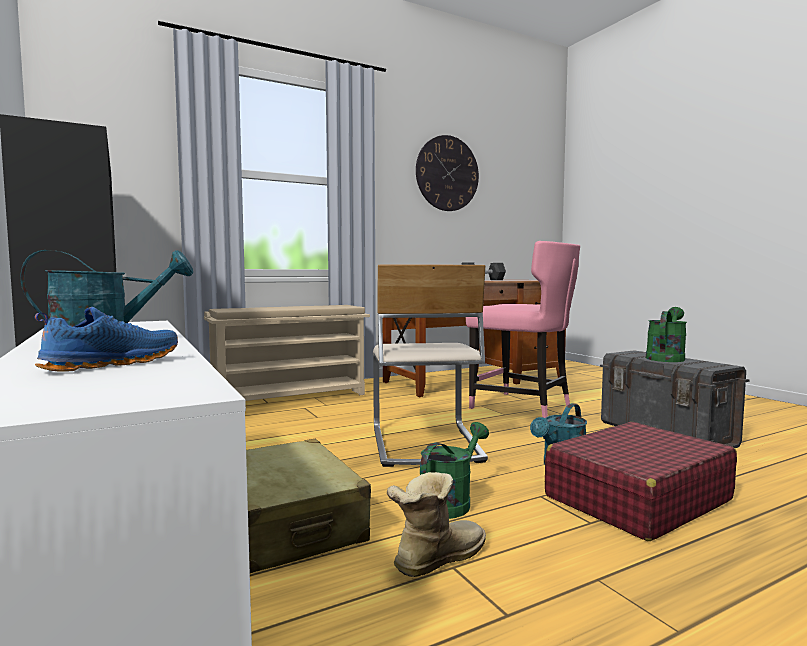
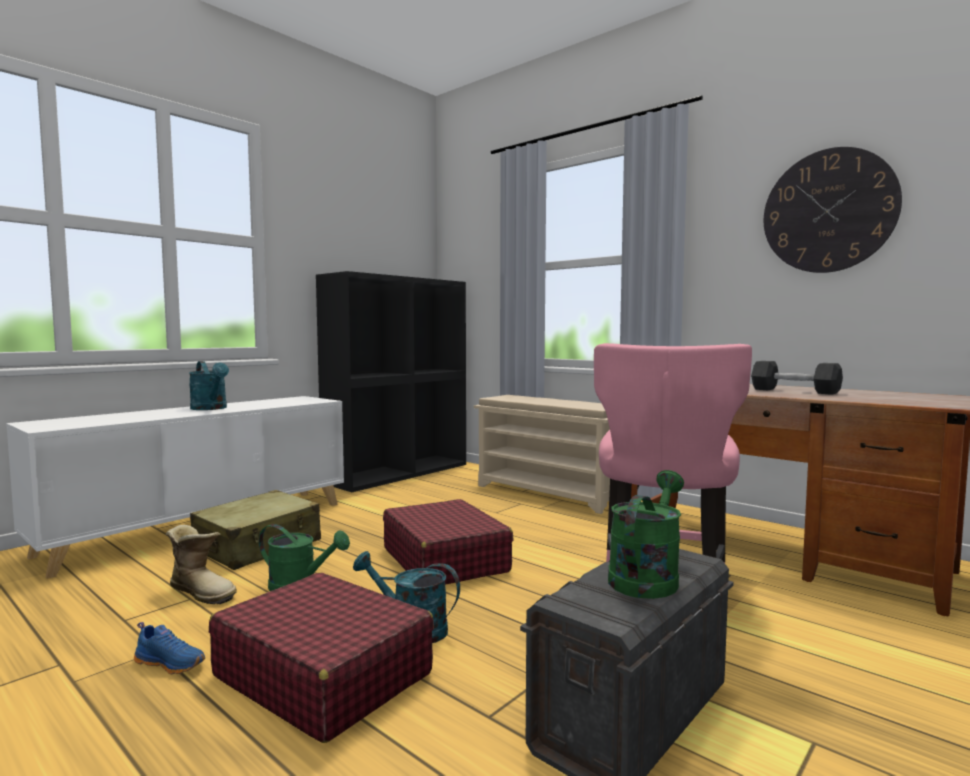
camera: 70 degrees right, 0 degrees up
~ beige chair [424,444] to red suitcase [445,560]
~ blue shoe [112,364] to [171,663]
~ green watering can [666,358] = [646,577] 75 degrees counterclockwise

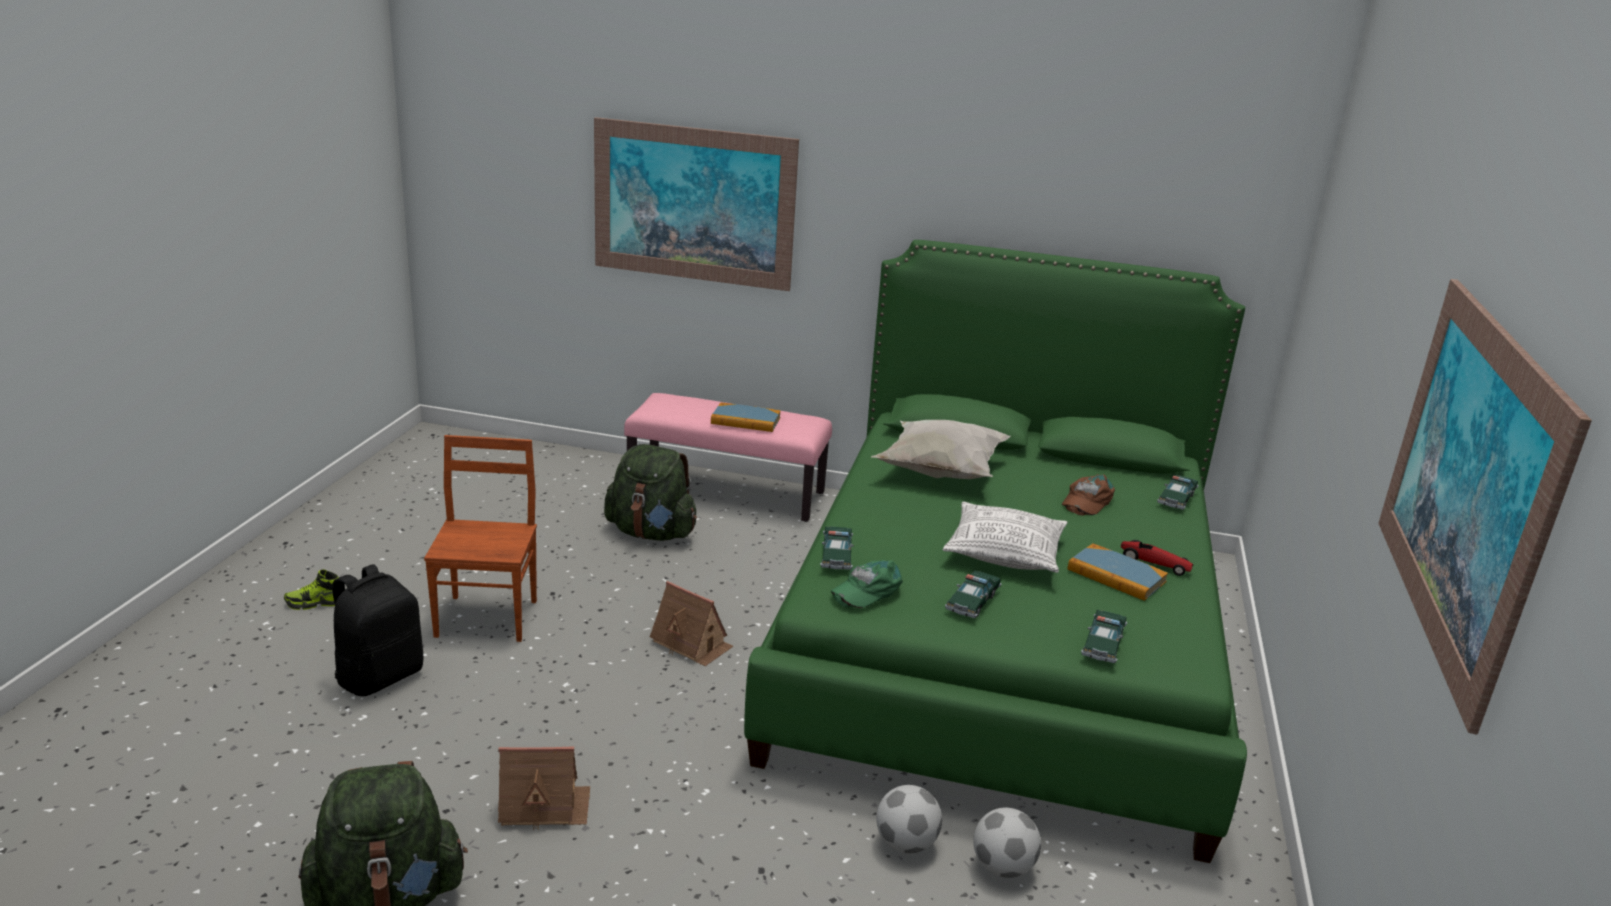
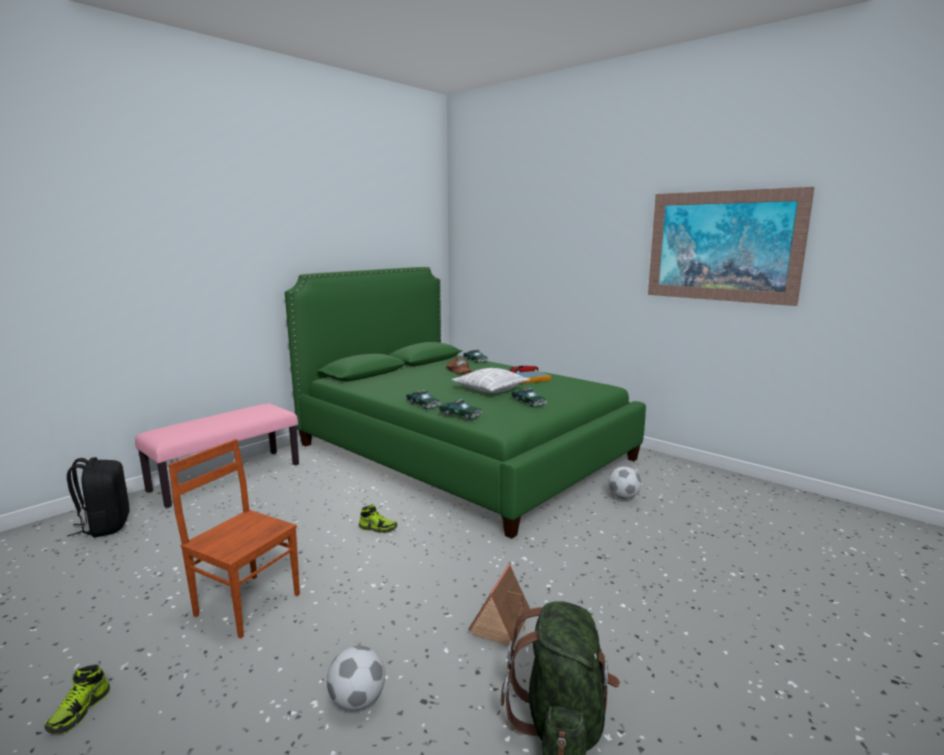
camera: 60 degrees left, 10 degrees down
- picture [693,204]
- book [745,420]
- white pillow [939,473]
- green backpack [651,533]
- green cap [866,589]
~ black backpack [380,676] to [105,526]
~ toy house [691,643] to shoe [378,528]
~ toy car [1103,644] to [423,404]
~ football [905,844] to [357,701]

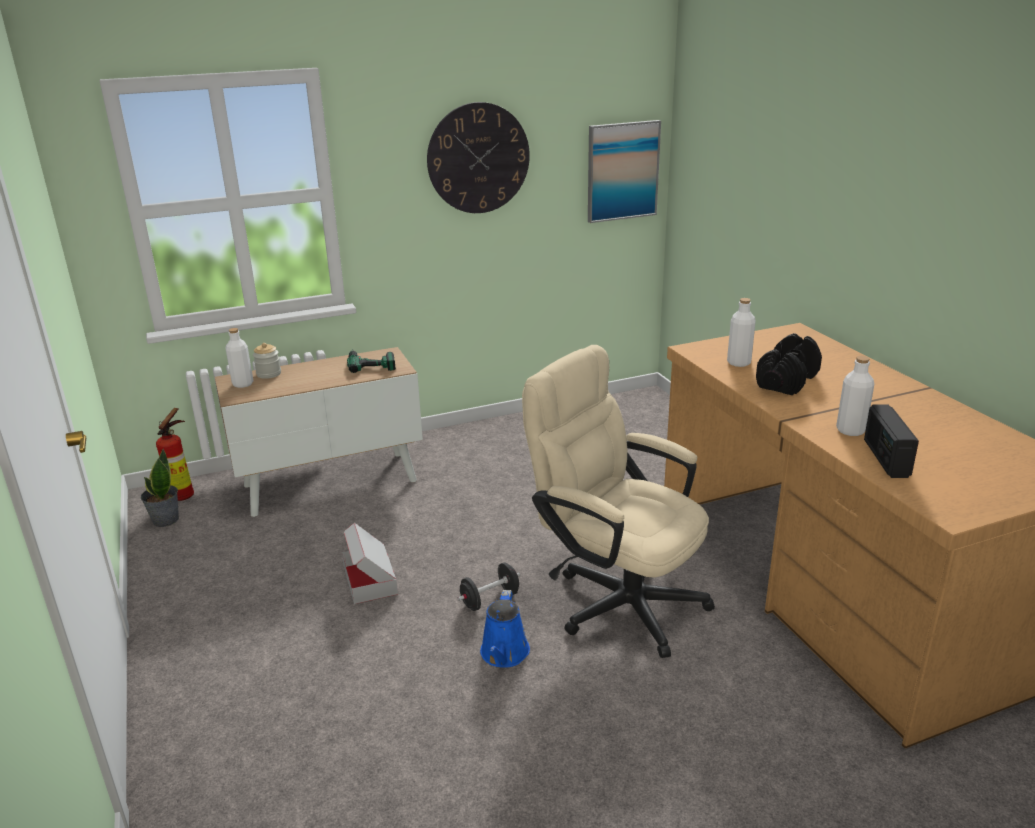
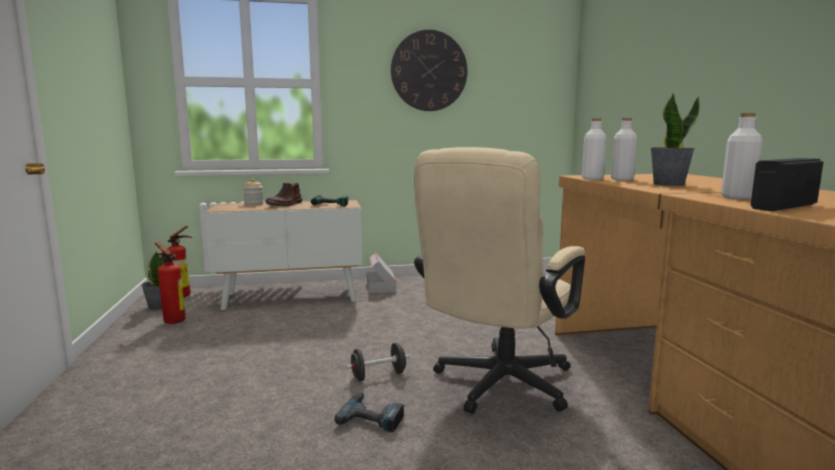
camera: 10 degrees right, 15 degrees down
- picture [622,171]
~ white bottle [243,384] to [592,179]
~ black dumbbell [787,381] to potted plant [668,184]
~ beige office chair [616,598] = [497,387] 105 degrees counterclockwise
~ radio [885,458] = [783,206] 45 degrees clockwise
~ cardboard box [370,580] to [381,287]
~ blue watering can [504,654] to power drill [372,416]
+ brown boot [285,204]
+ fire extinguisher [173,320]

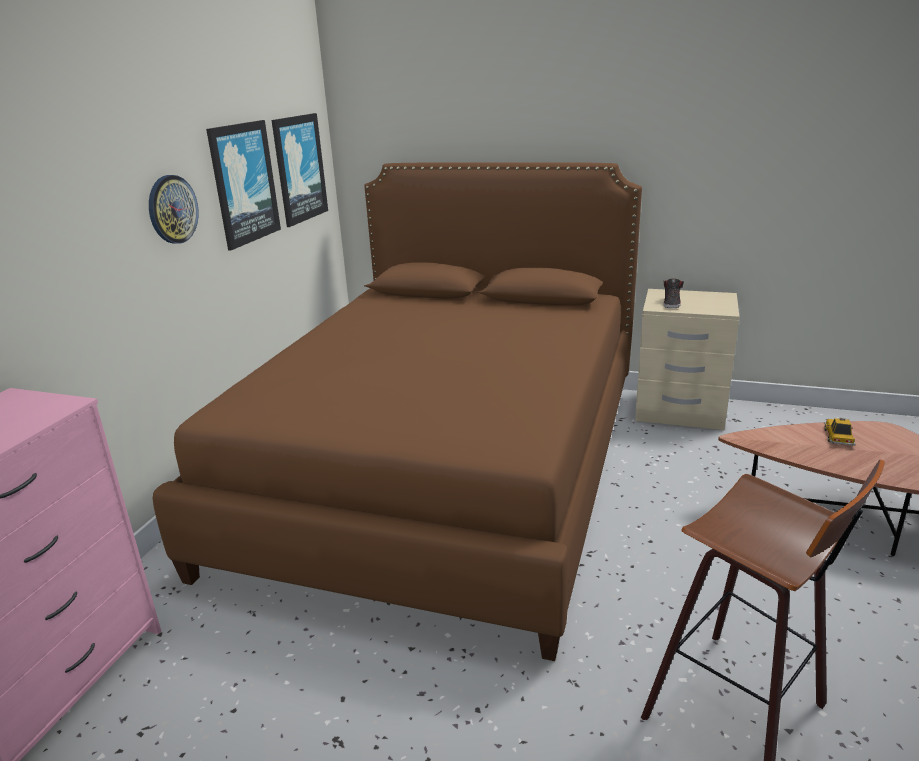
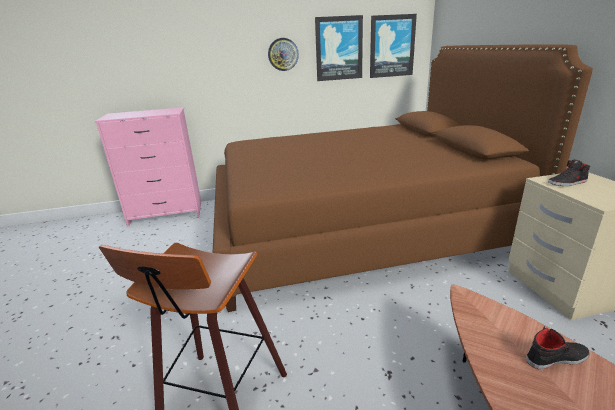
camera: 60 degrees right, 0 degrees up
~ toy car [838,437] to black shoe [556,357]

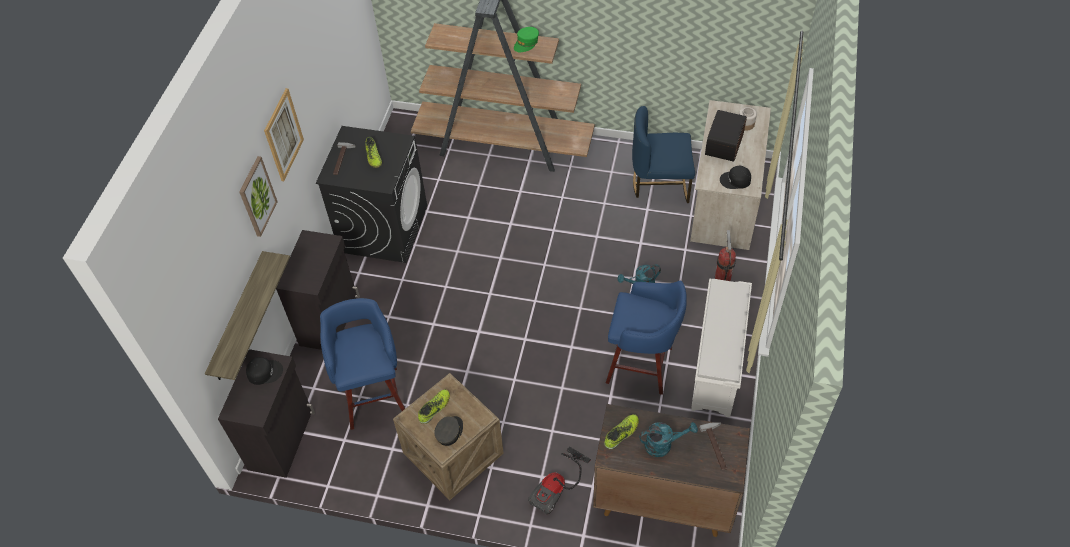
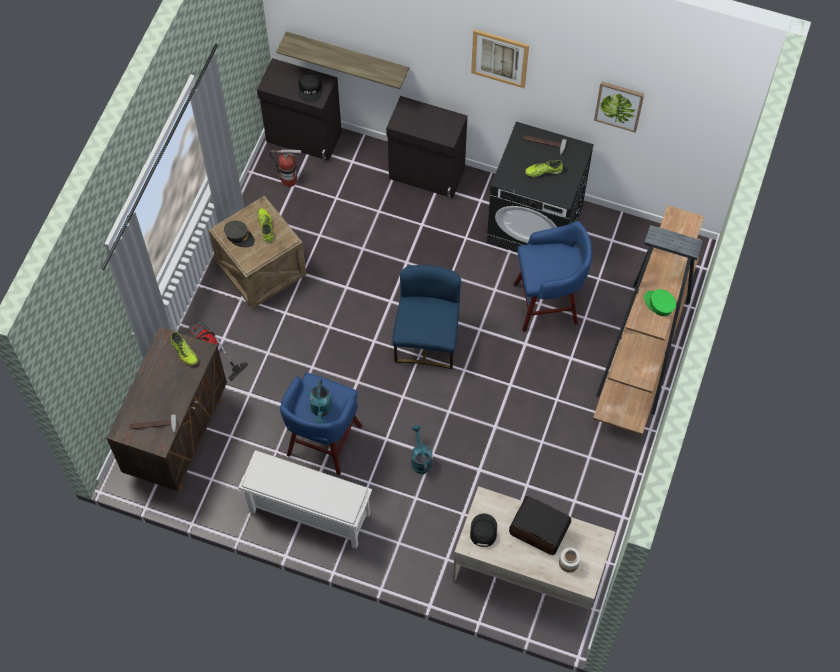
camera: 95 degrees right, 10 degrees up
~ blue chair [660,183] to [427,339]
~ picture [257,196] to [619,105]
~ fire extinguisher [722,277] to [289,180]
~ blue stool [373,395] to [548,303]
~ shoe [435,408] = [266,227] 150 degrees counterclockwise
~ turquoise watering can [663,444] to [321,410]

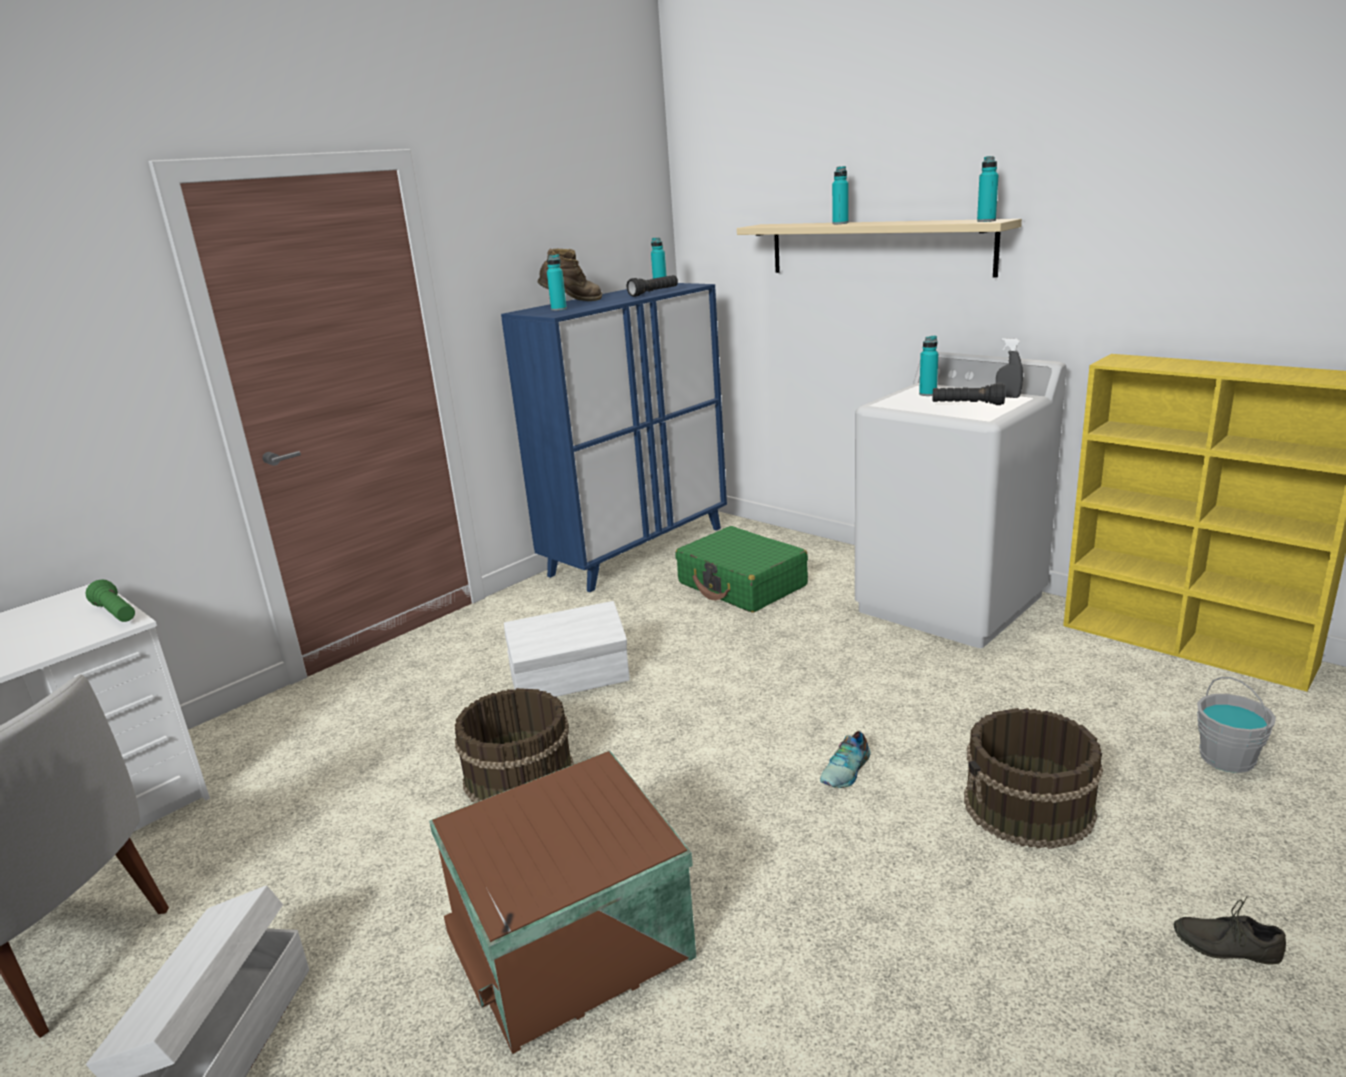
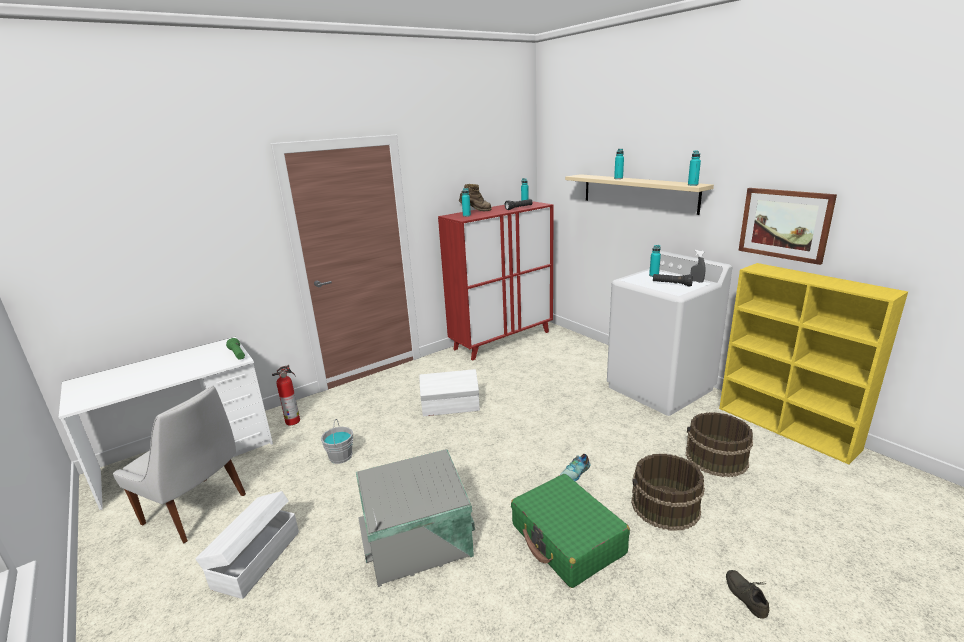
camera: 10 degrees right, 0 degrees up
~ blue cabinet [637,551] to red cabinet [502,340]
~ green suitcase [742,585] to [567,539]
~ grey bucket [1227,758] to [341,456]
~ brown bucket [518,776] to [716,458]
~ brown storage box [577,947] to grey storage box [419,542]
~ grey shoe [1225,944] = [747,596] 45 degrees clockwise
+ picture [784,224]
+ fire extinguisher [294,421]

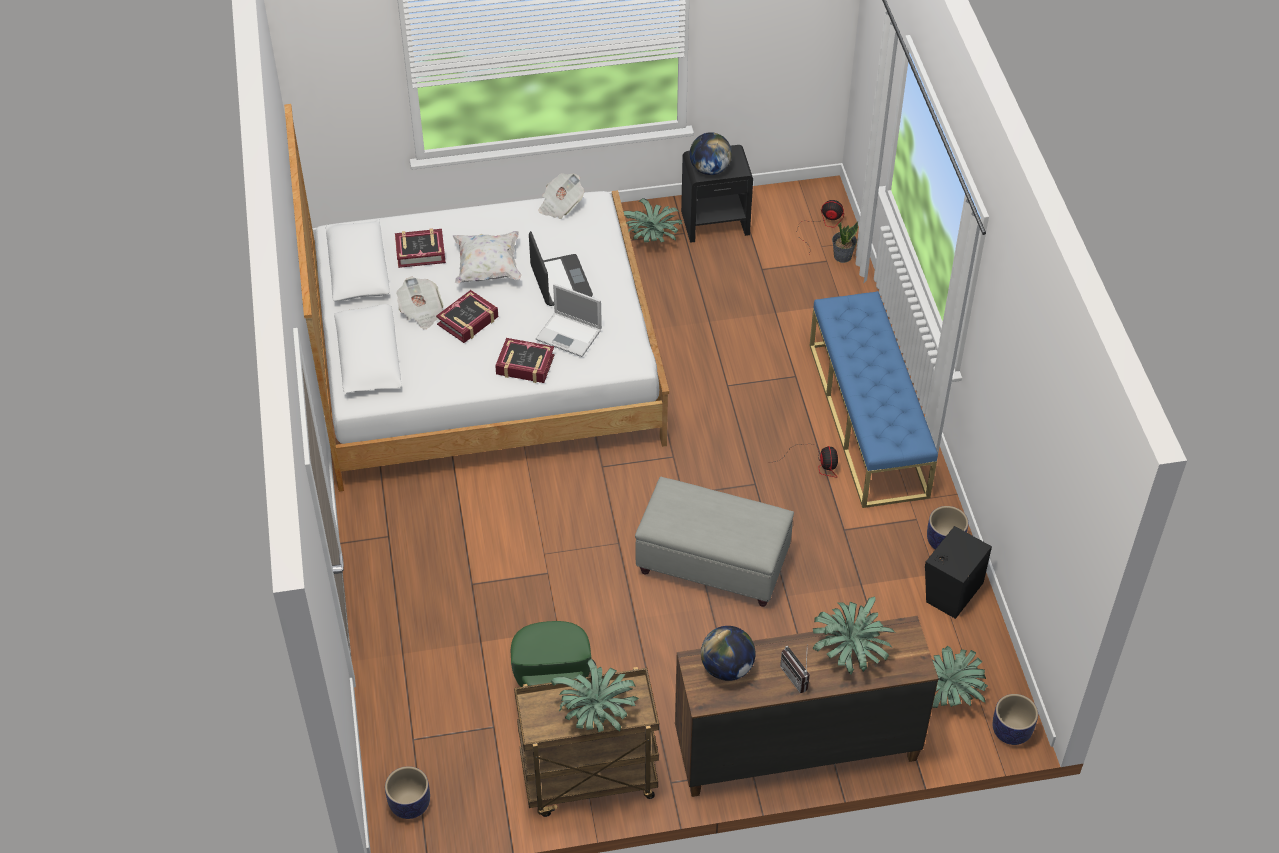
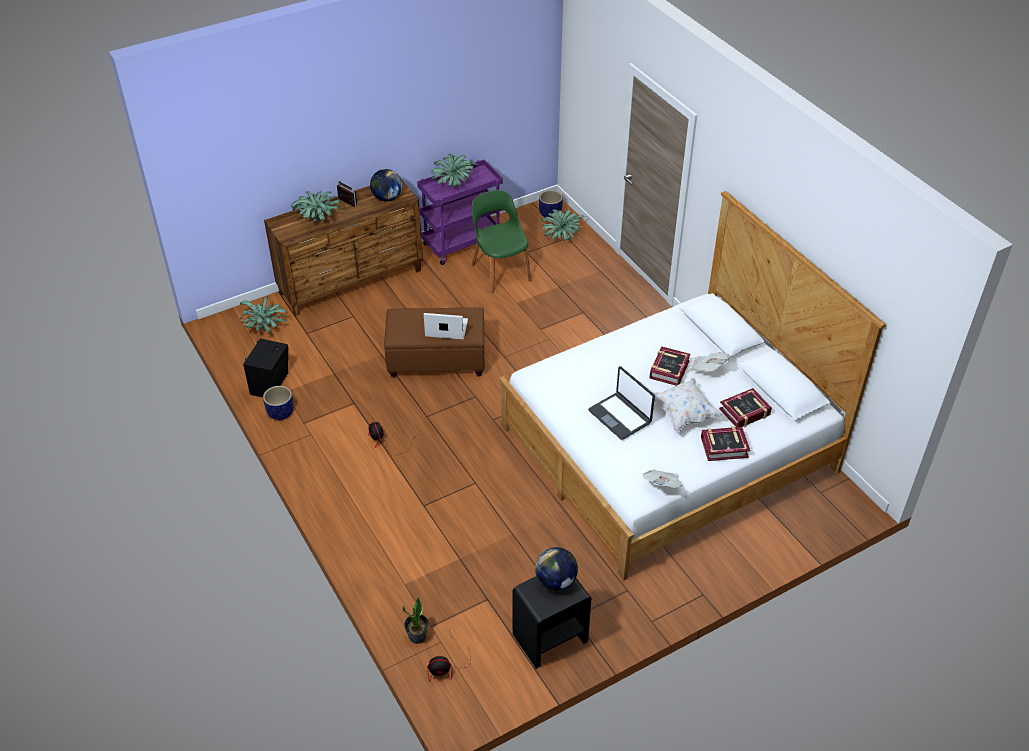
camera: 160 degrees right, 5 degrees down
~ potted plant [652,239] to [561,237]
~ laptop [570,335] to [445,328]
- blue bench [868,419]
~ book [525,365] to [724,447]
~ grey ottoman [713,564] to brown ottoman [436,360]
~ brown cart [588,781] to purple cart [462,243]
- planter [1011,732]

